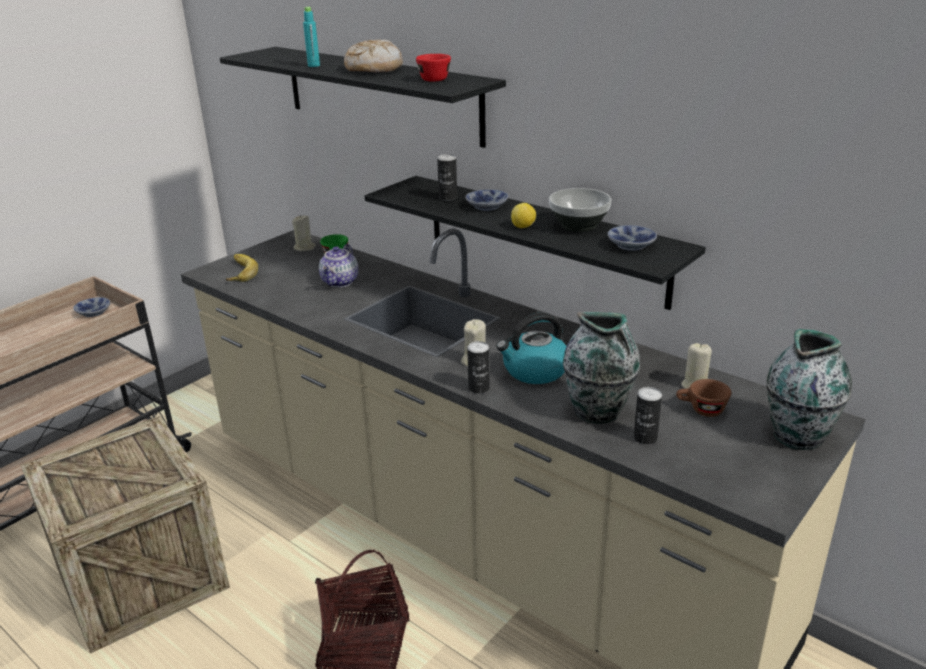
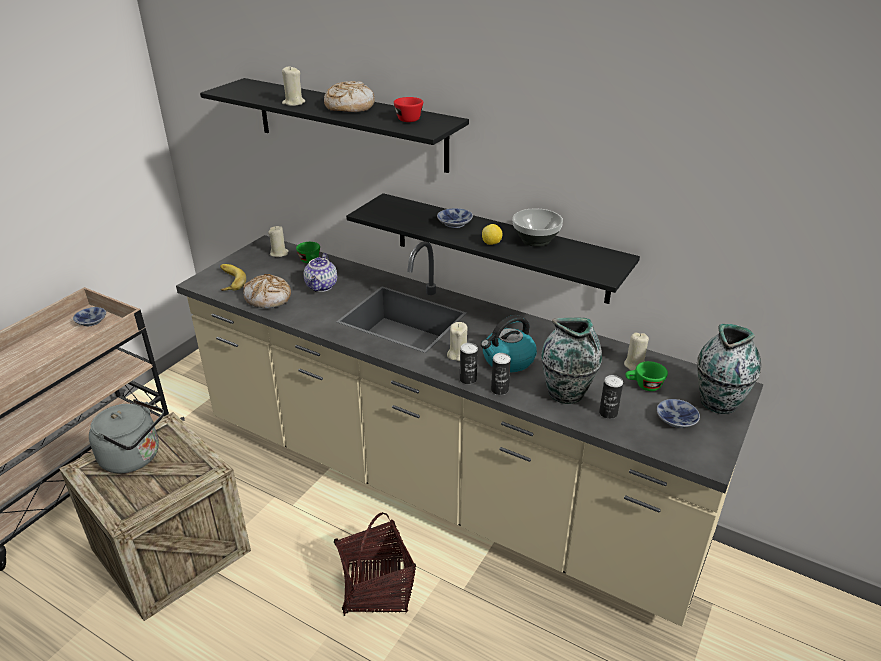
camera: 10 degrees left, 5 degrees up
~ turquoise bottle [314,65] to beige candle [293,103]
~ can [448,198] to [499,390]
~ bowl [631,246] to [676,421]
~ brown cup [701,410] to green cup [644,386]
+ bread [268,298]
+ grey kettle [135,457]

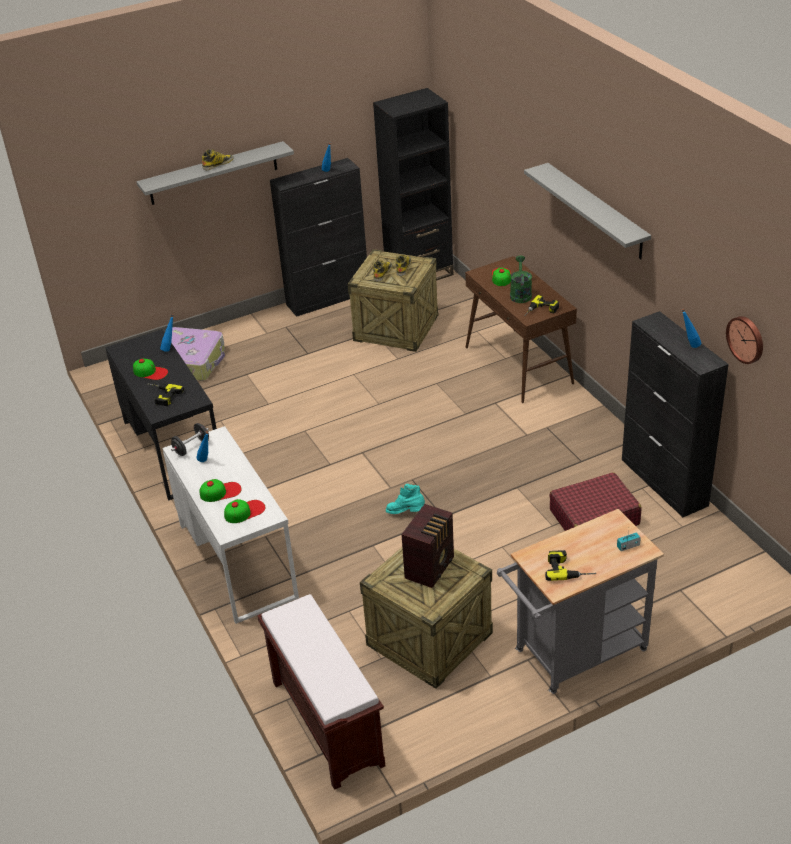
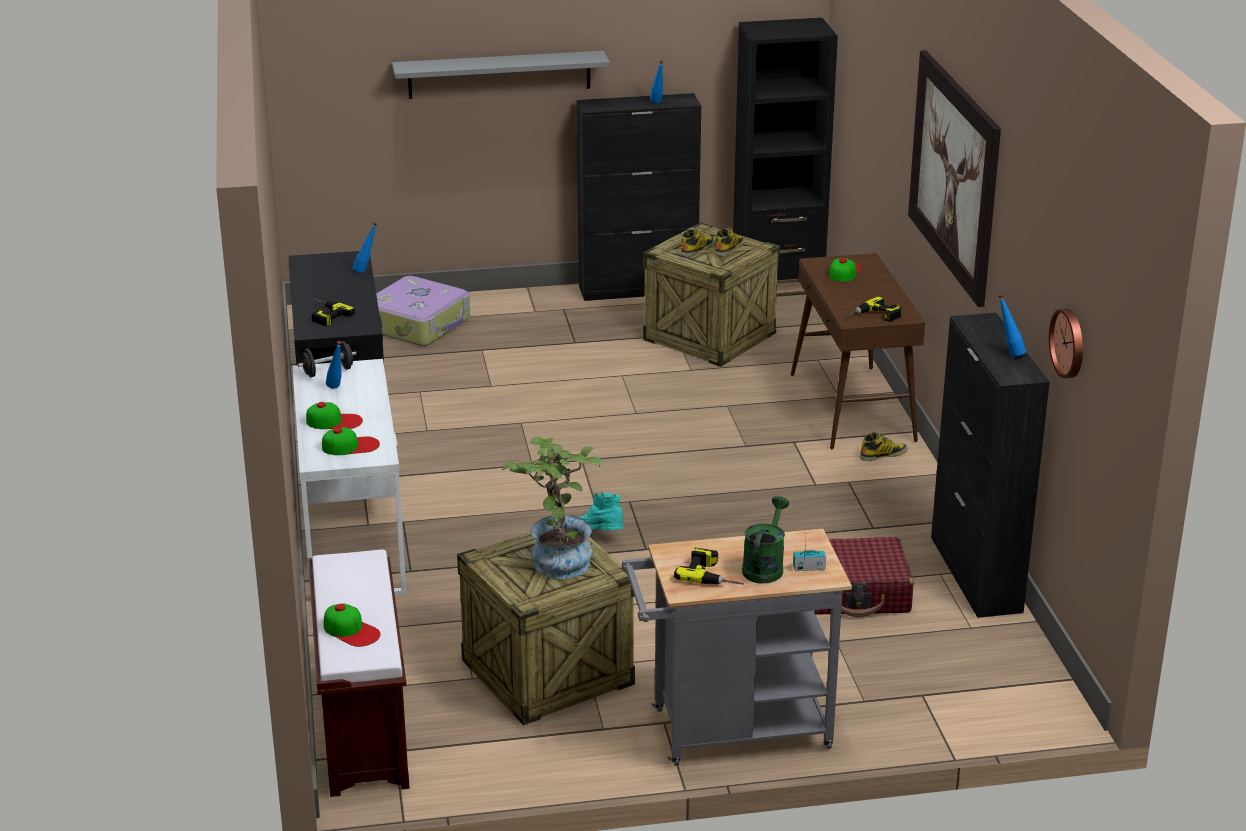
camera: 15 degrees right, 10 degrees down
~ boot [218,164] to [883,455]
~ grey shelf [596,211] to picture [954,174]
~ green watering can [520,294] to [764,566]
~ cap [150,372] to [351,630]
~ radio [431,567] to potted plant [557,558]

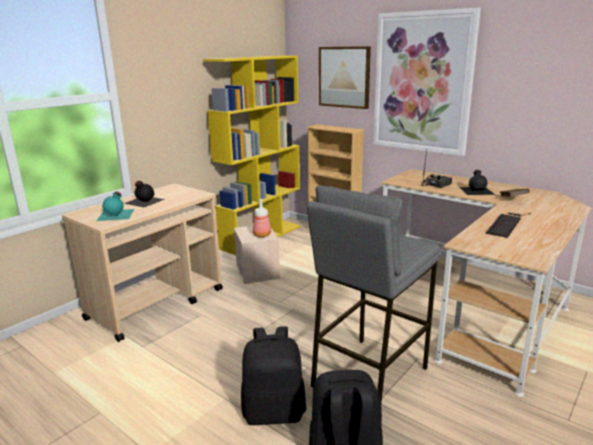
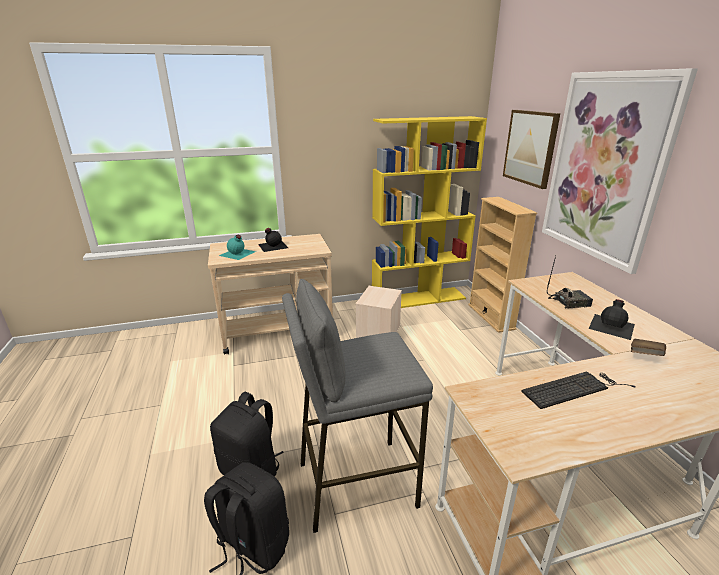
camera: 35 degrees right, 5 degrees up
- bottle [261,235]

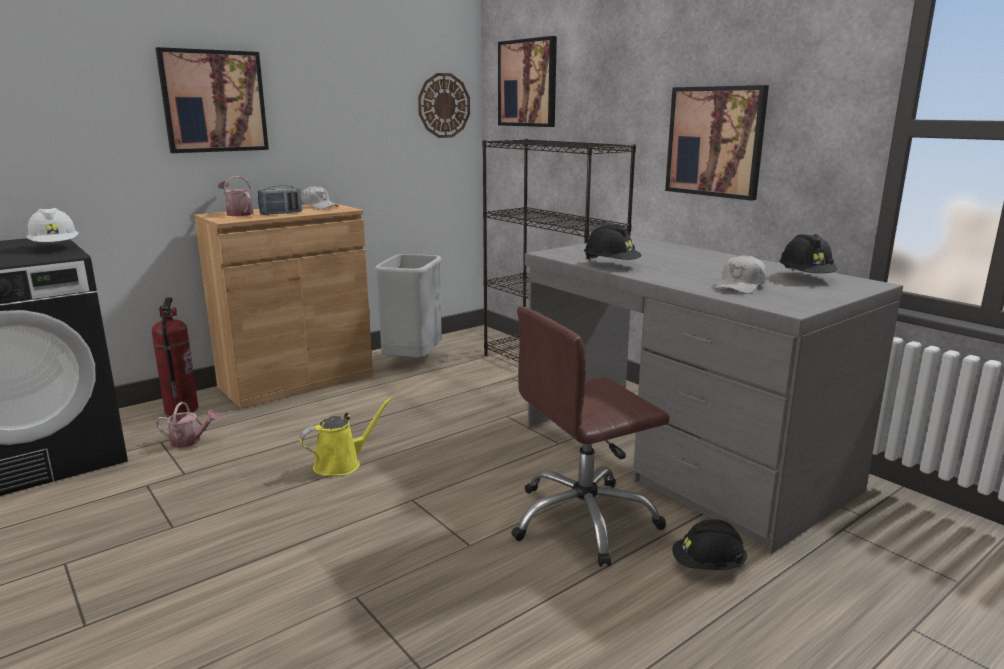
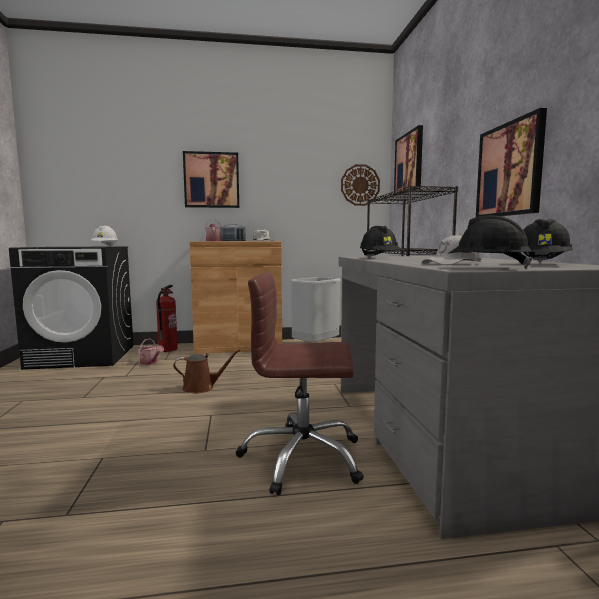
camera: 30 degrees right, 10 degrees down
~ yellow watering can [341,464] to brown watering can [202,388]
~ black hard hat [708,566] to [487,267]

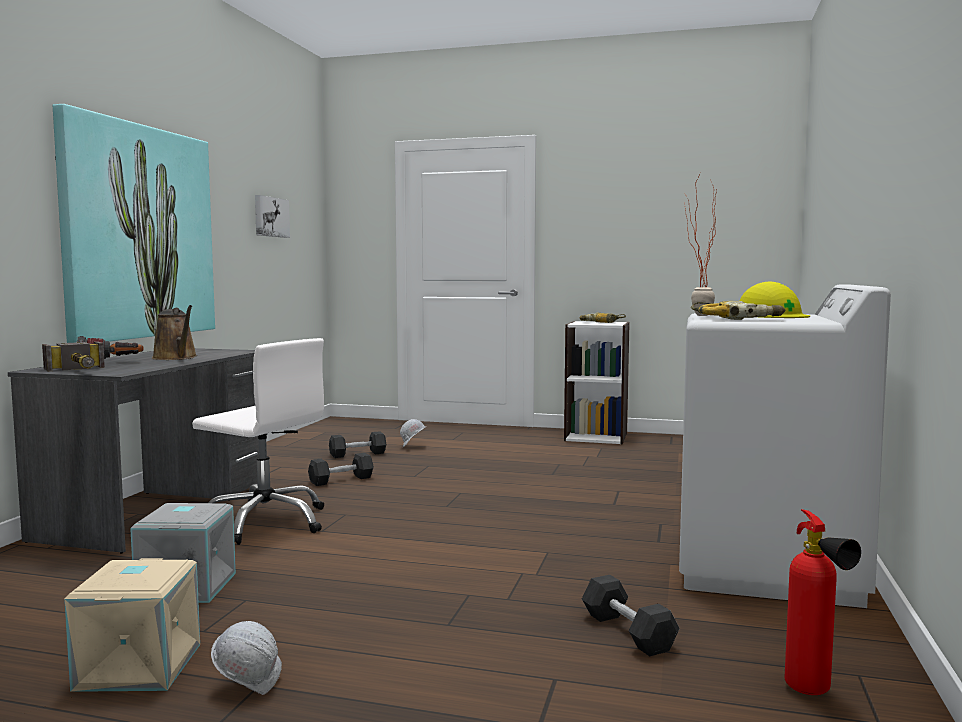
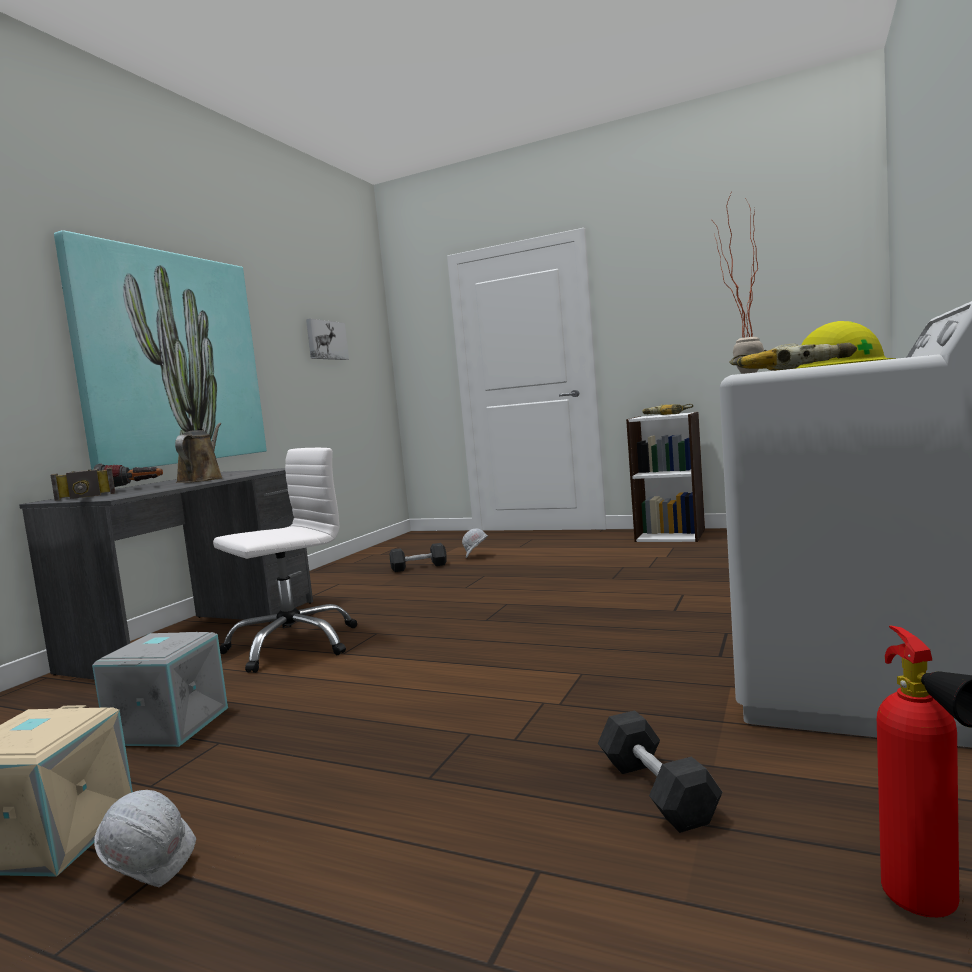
camera: 10 degrees right, 0 degrees up
~ brown watering can [176,358] = [202,480] 150 degrees counterclockwise
~ white office chair [266,522] = [292,645] 75 degrees counterclockwise
- black dumbbell [341,480]

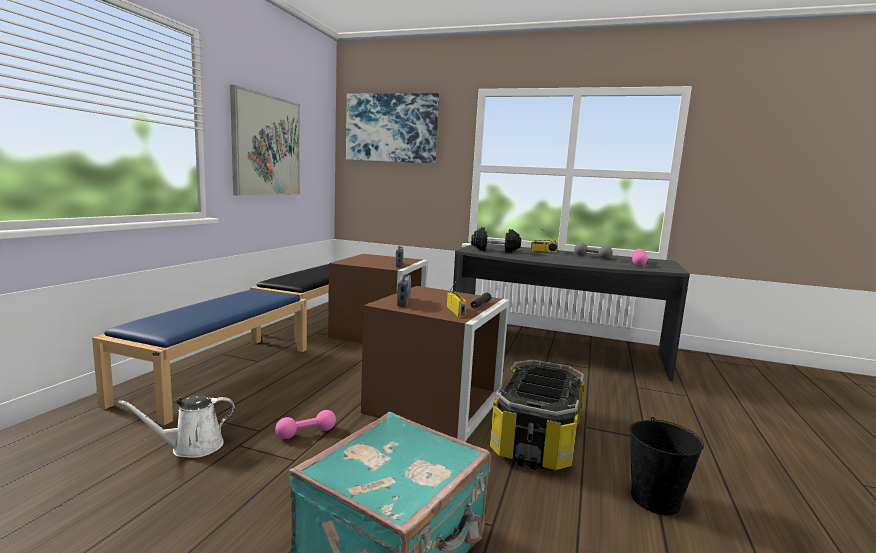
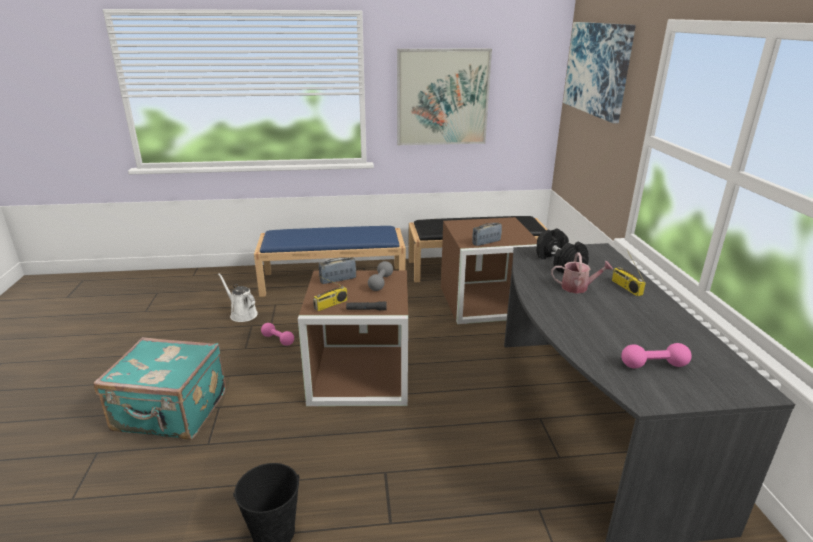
camera: 65 degrees right, 15 degrees up
~ grey dumbbell [592,257] to [380,283]
- storage box [535,440]
+ watering can [578,287]

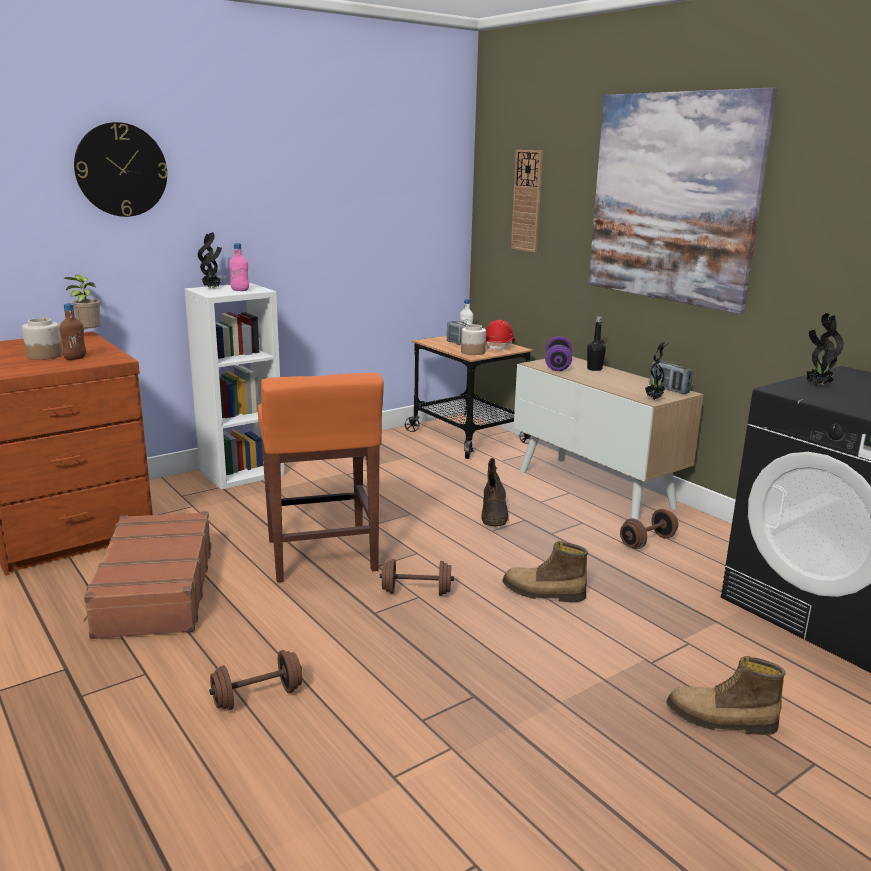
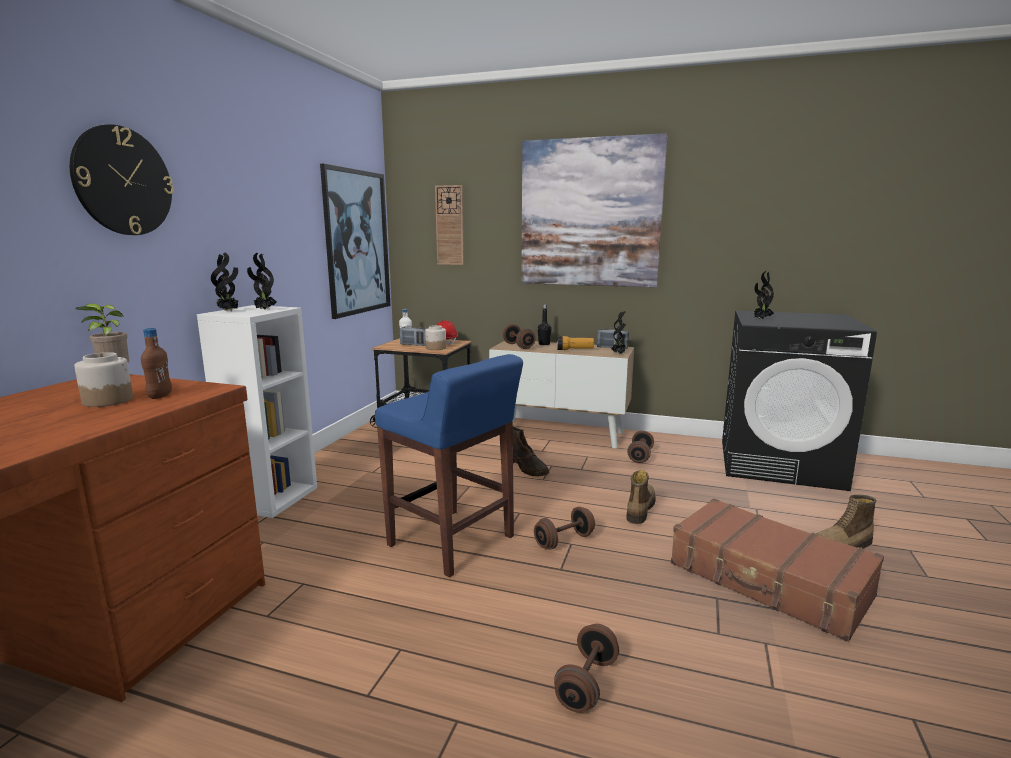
camera: 35 degrees left, 5 degrees down
~ pink bottle [240,290] to potted plant [264,310]
~ purple dumbbell [557,366] to brown dumbbell [518,346]
~ orange stool [321,556] to blue stool [452,542]
~ brown suitcase [155,590] to [768,581]
~ boot [543,593] = [639,509] 135 degrees clockwise
+ picture [357,242]
+ flashlight [574,350]

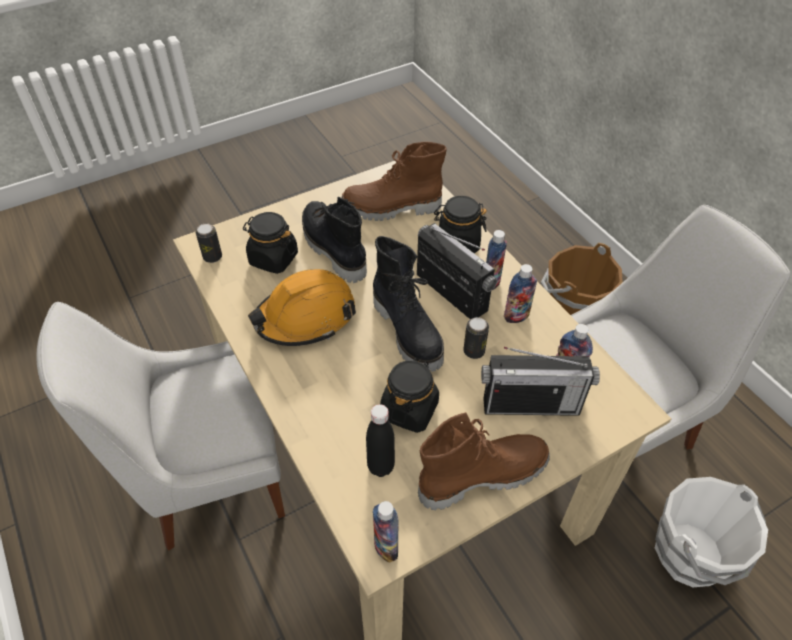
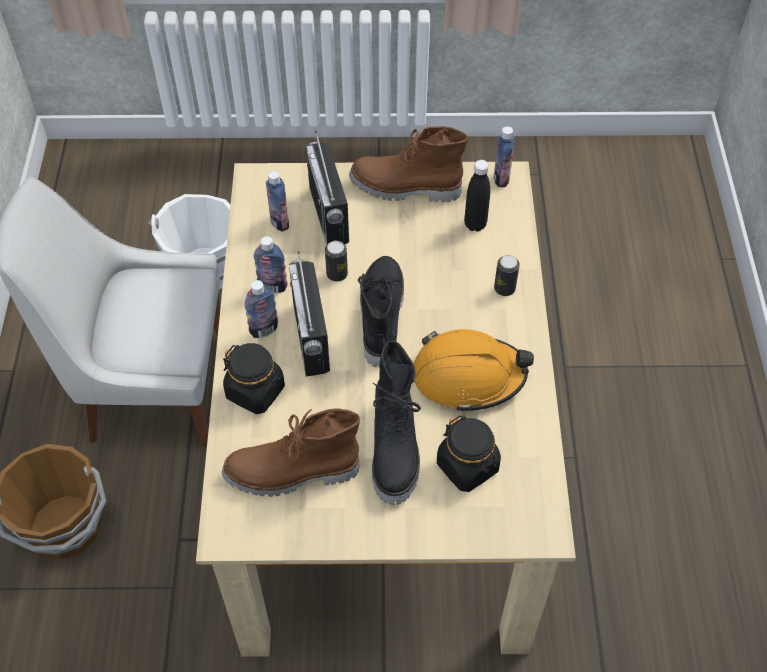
camera: 150 degrees left, 5 degrees up
~ brown boot [391,209] = [292,474] 150 degrees clockwise
~ can [212,257] to [504,288]
- white chair [209,478]
~ radio [530,404] = [328,215] 135 degrees counterclockwise
- black jar [409,409]

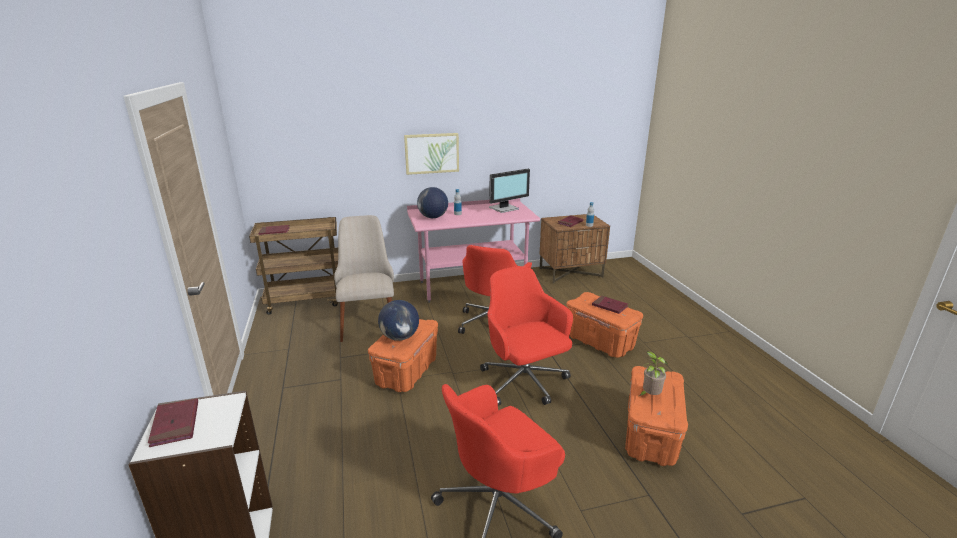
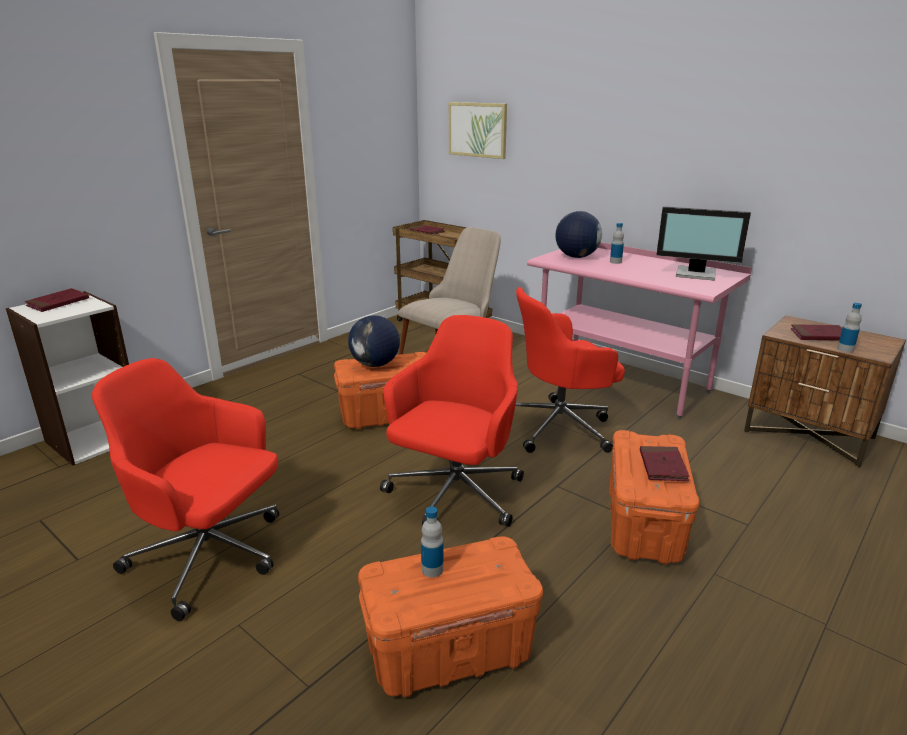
camera: 55 degrees right, 0 degrees up
~ picture [432,153] to [477,130]
~ potted plant [649,395] to bottle [432,569]

